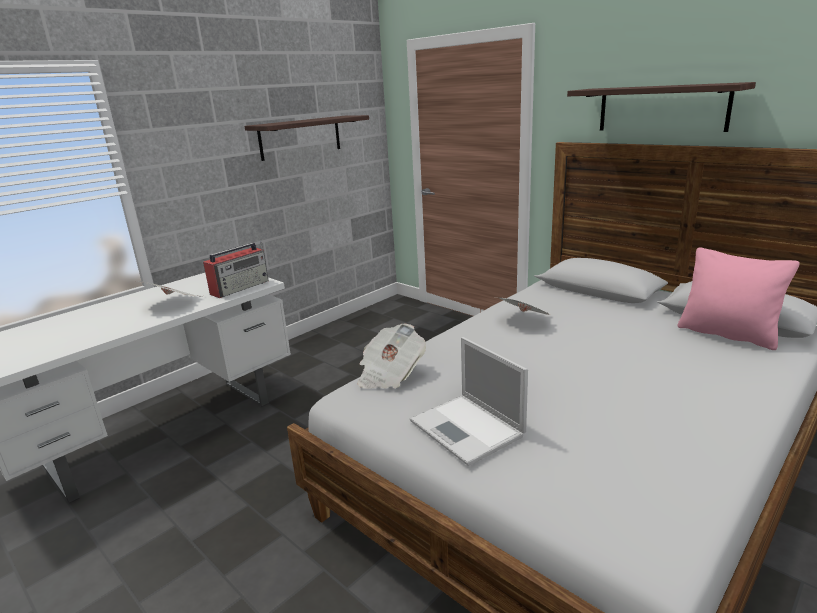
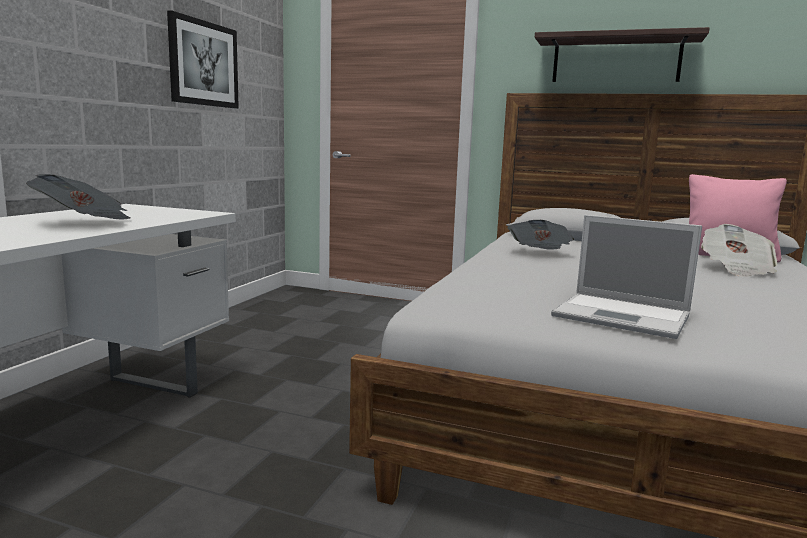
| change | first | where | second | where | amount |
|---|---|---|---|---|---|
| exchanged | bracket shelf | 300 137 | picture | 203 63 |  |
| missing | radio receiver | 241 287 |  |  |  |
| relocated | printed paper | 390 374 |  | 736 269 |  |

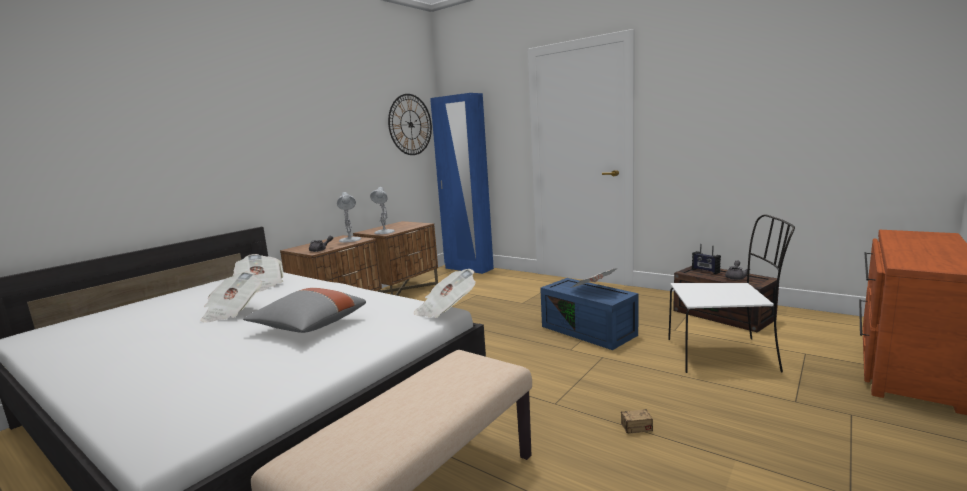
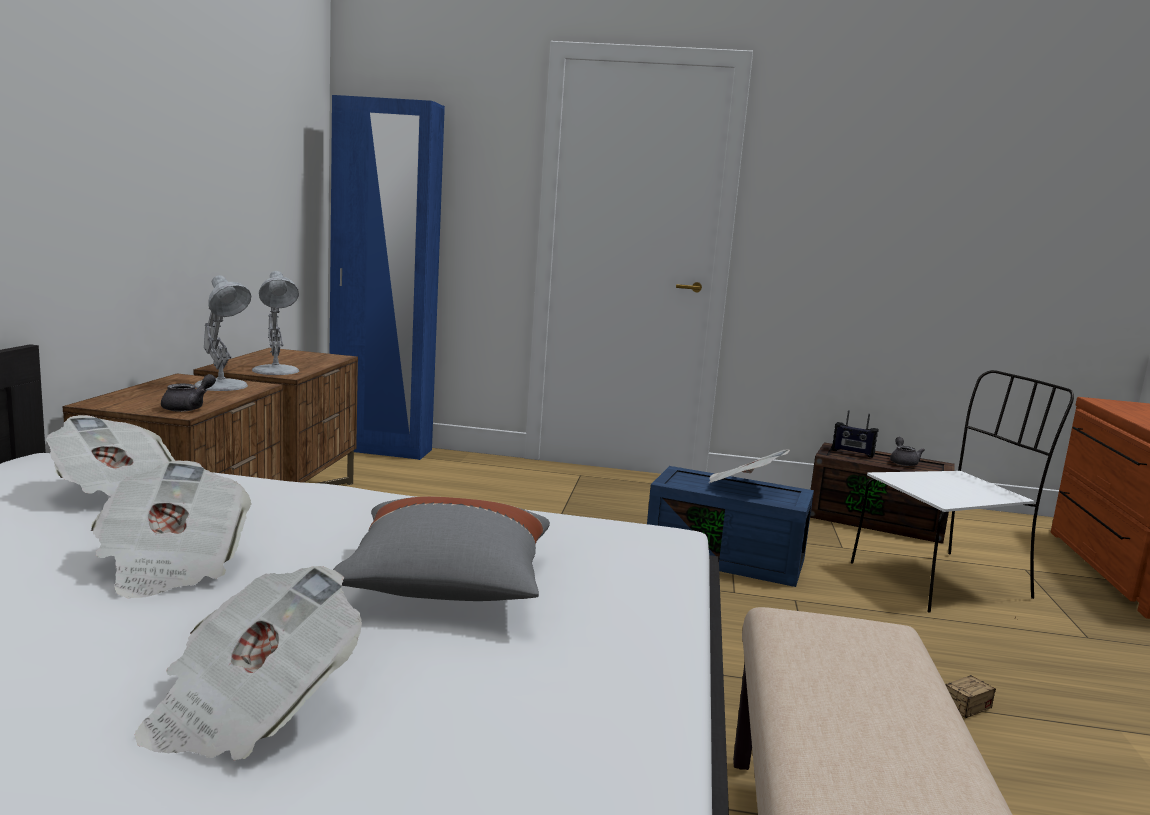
| change | first | where | second | where | amount |
|---|---|---|---|---|---|
| missing | wall clock | 410 124 |  |  |  |
| relocated | printed paper | 446 309 |  | 250 709 |  |

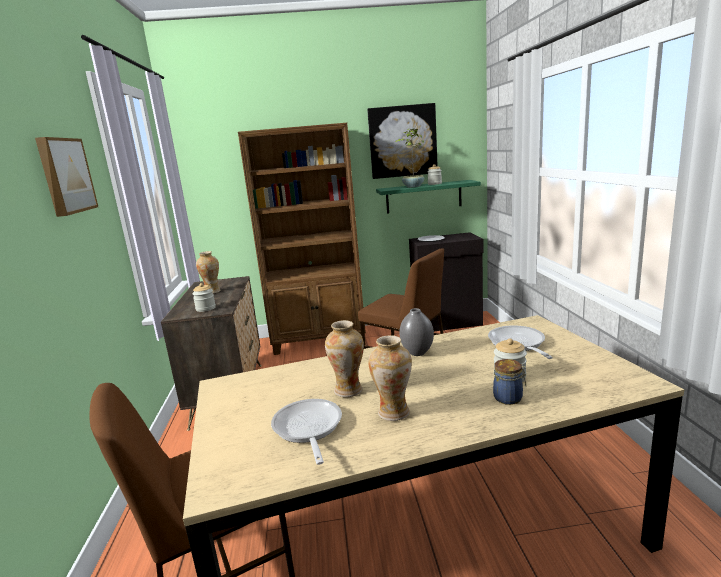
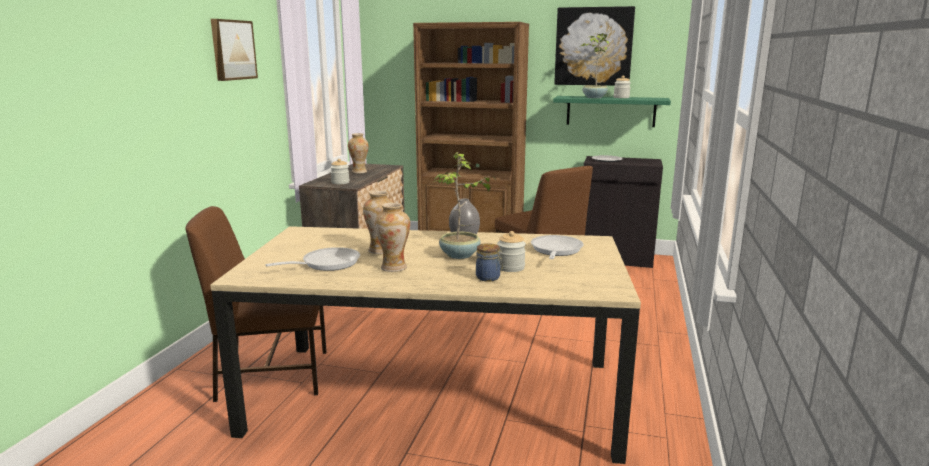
| change | first | where | second | where | amount |
|---|---|---|---|---|---|
| spun | pan | 308 429 |  | 326 264 | 45 degrees clockwise |
| appeared |  |  | potted plant | 460 255 |  |

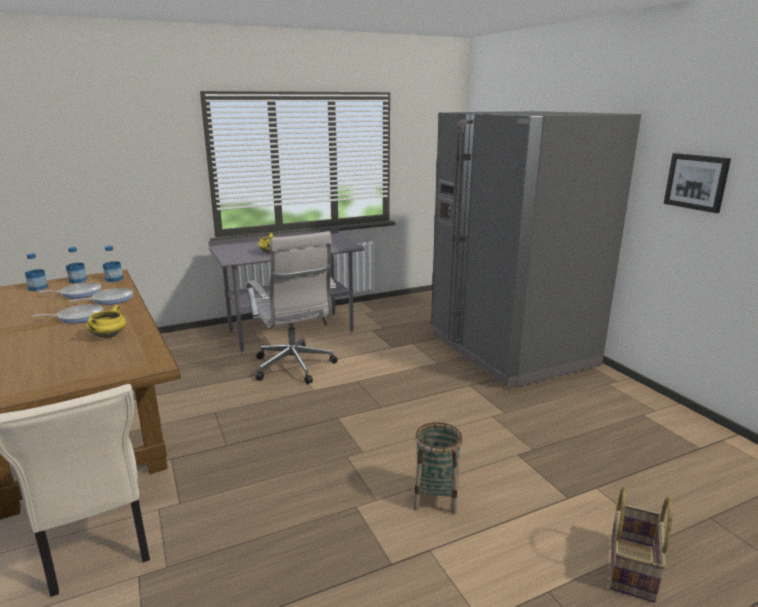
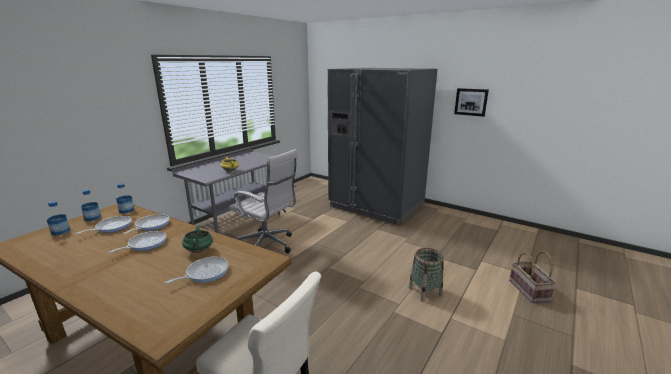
| change | first | where | second | where | amount |
|---|---|---|---|---|---|
| colour | yellowish stockpot | 108 336 | greenish stockpot | 199 250 |  |
| appeared |  |  | pan | 205 273 |  |

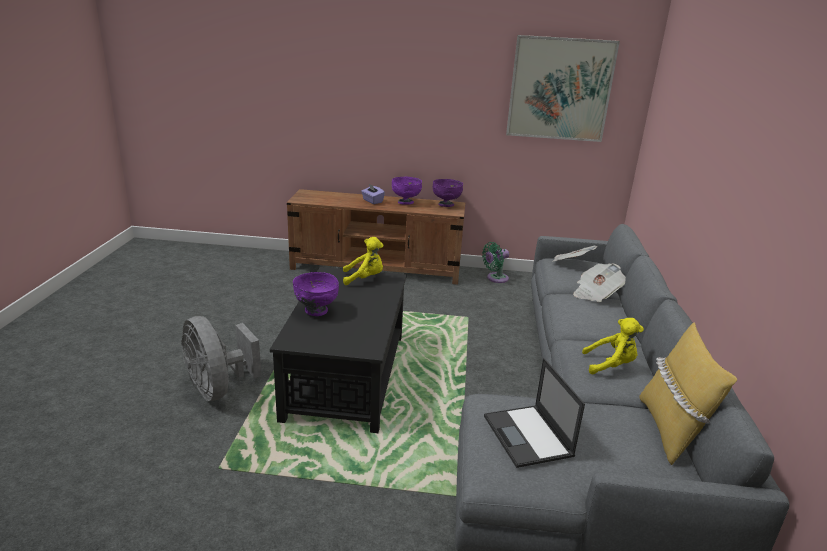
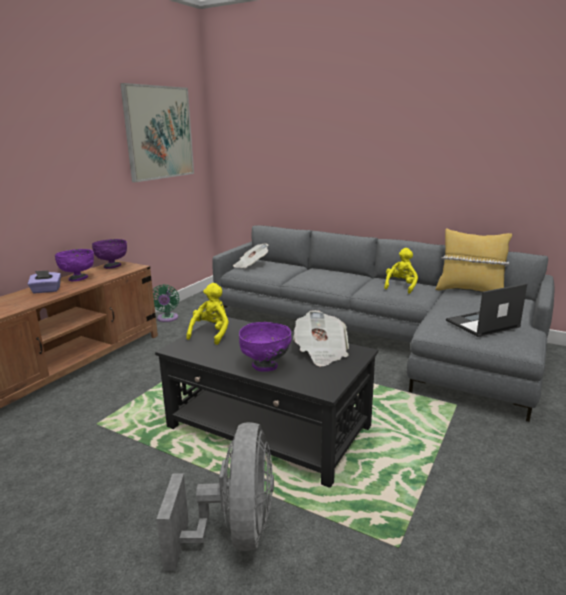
| change | first | where | second | where | amount |
|---|---|---|---|---|---|
| relocated | printed paper | 595 294 |  | 321 352 |  |
| spun | greyish electric fan | 218 388 |  | 235 533 | 75 degrees counterclockwise |
| spun | laptop | 528 436 |  | 482 324 | 150 degrees clockwise |

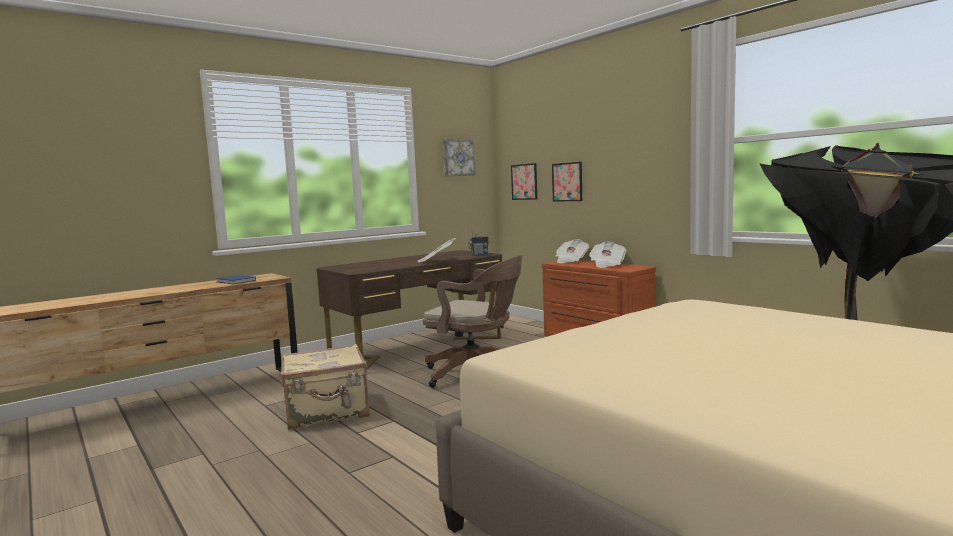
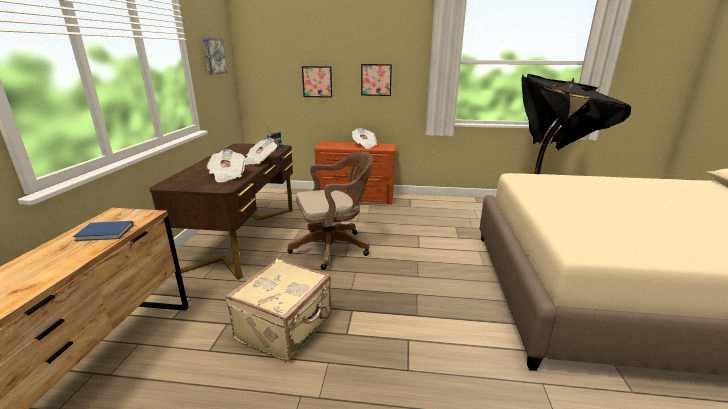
| change | first | where | second | where | amount |
|---|---|---|---|---|---|
| relocated | picture | 524 182 |  | 376 80 |  |
| relocated | printed paper | 571 261 |  | 227 176 |  |

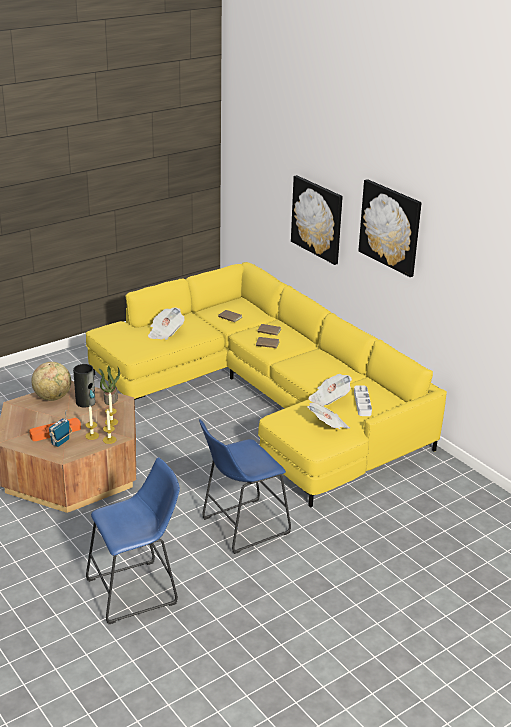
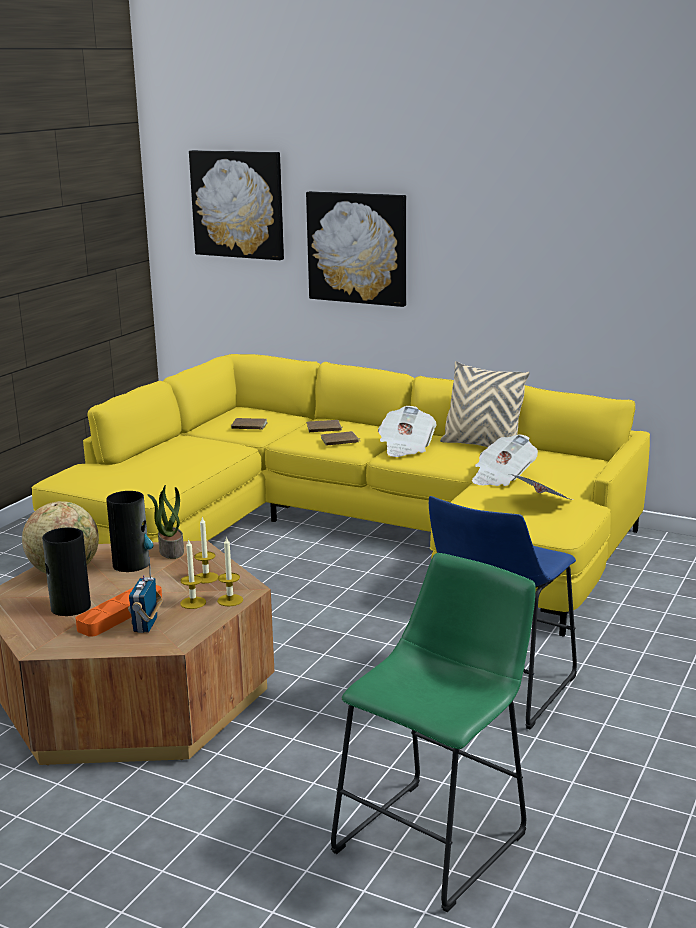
| change | first | where | second | where | amount |
|---|---|---|---|---|---|
| relocated | picture | 390 227 |  | 238 204 |  |
| relocated | printed paper | 165 333 |  | 405 447 |  |
| missing | greyish serving tray | 362 403 |  |  |  |
| colour | bluish stool | 137 590 | greenish stool | 437 837 |  |
| appeared |  |  | beige pillow | 482 445 |  |
| appeared |  |  | decorative vase | 70 607 |  |

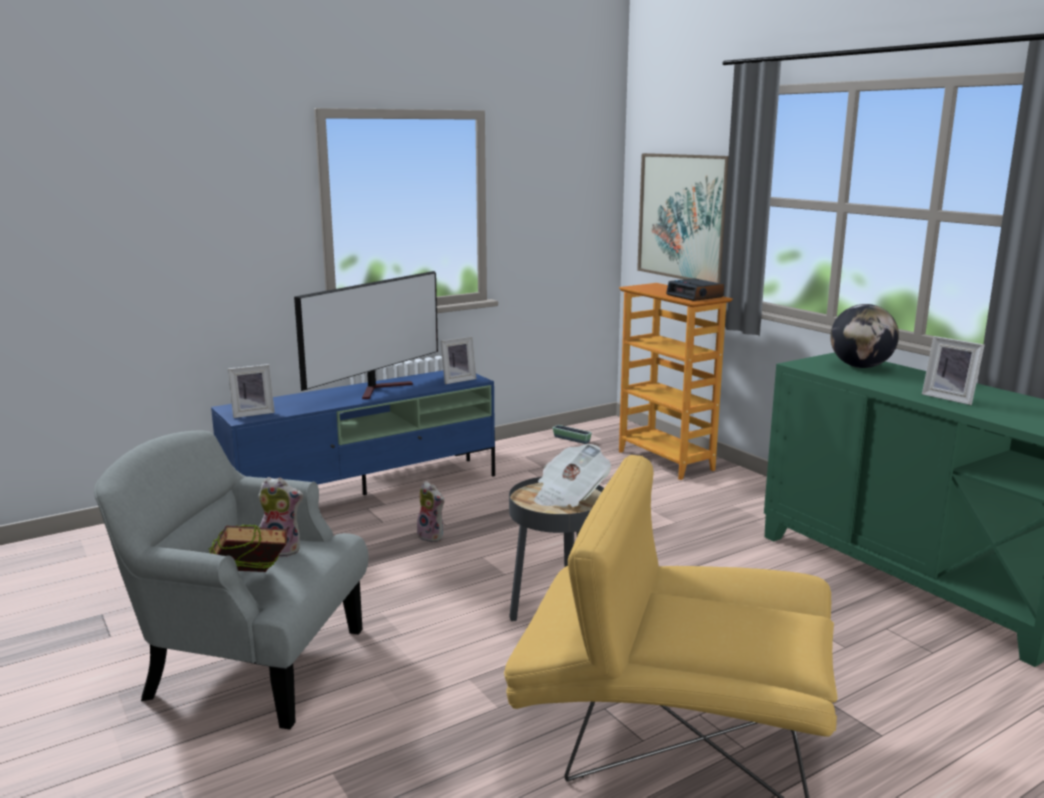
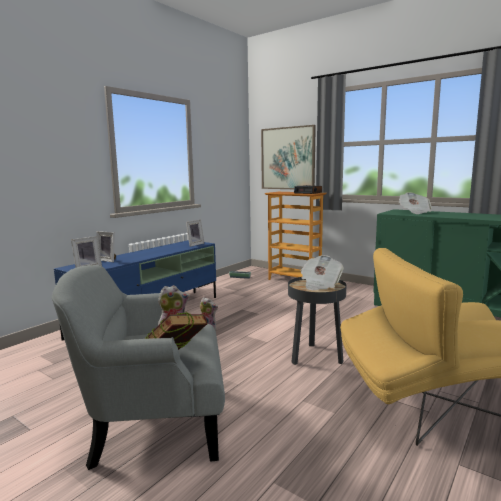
| change | first | where | second | where | amount |
|---|---|---|---|---|---|
| missing | television | 380 389 |  |  |  |
| exchanged | globe | 860 367 | printed paper | 414 212 |  |
| relocated | photo frame | 950 398 |  | 108 260 |  |

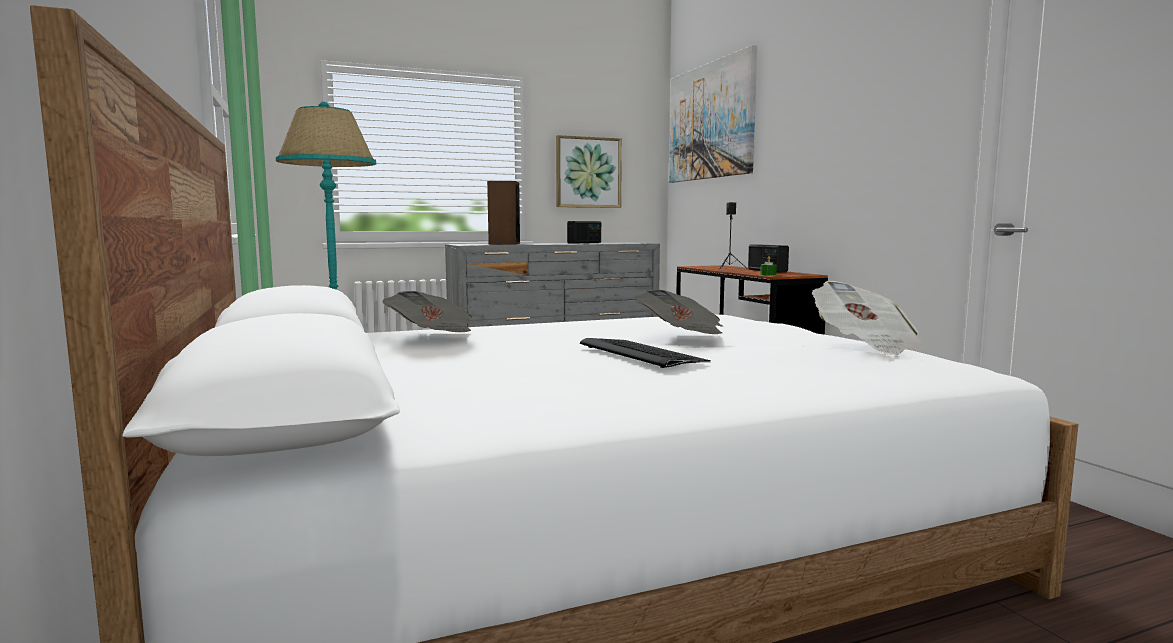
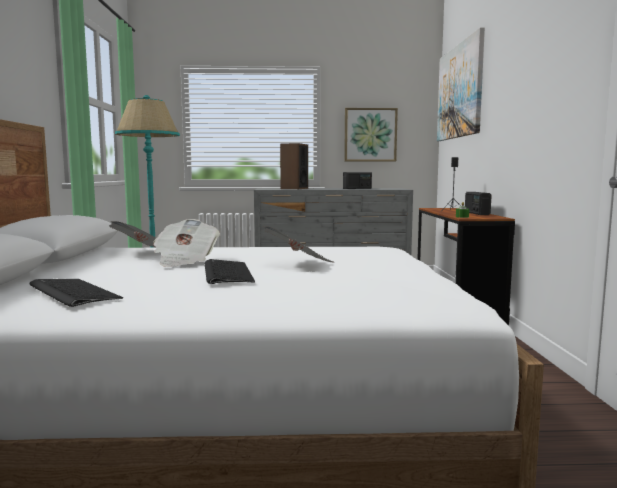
| change | first | where | second | where | amount |
|---|---|---|---|---|---|
| relocated | printed paper | 864 345 |  | 185 261 |  |
| appeared |  |  | keyboard | 73 293 |  |

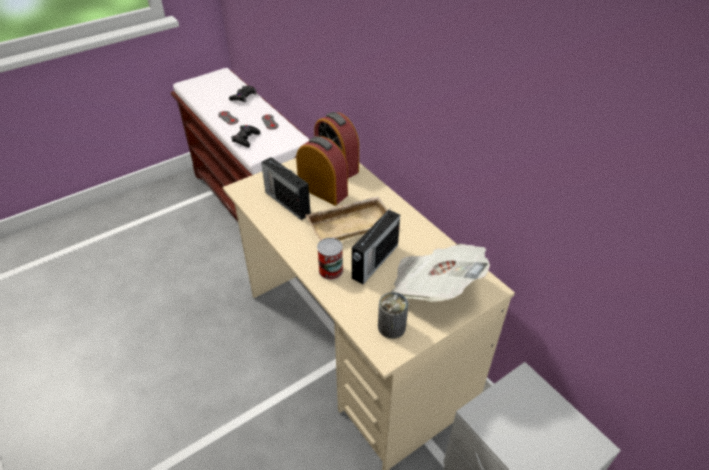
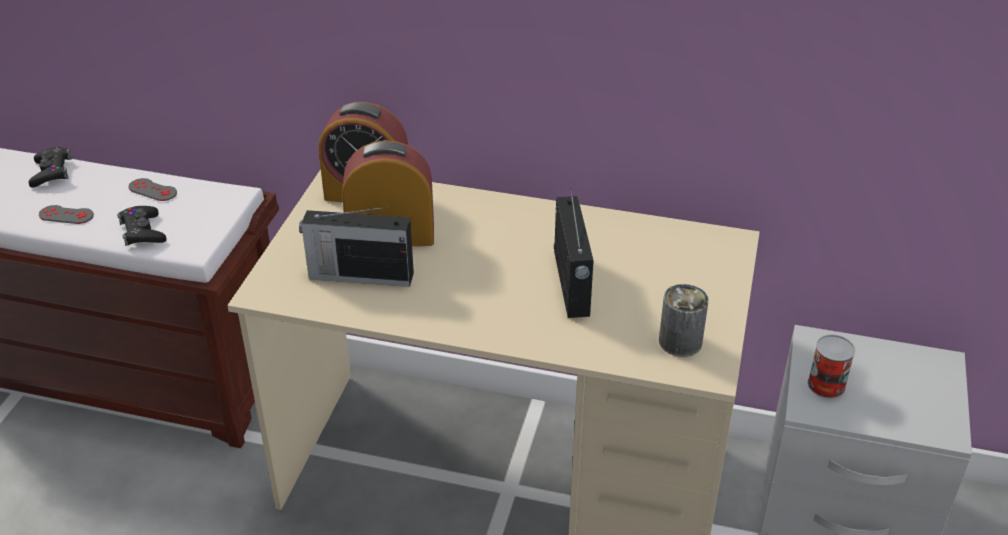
| change | first | where | second | where | amount |
|---|---|---|---|---|---|
| missing | beige serving tray | 350 223 |  |  |  |
| relocated | metal can | 330 270 |  | 826 385 |  |
| missing | printed paper | 434 287 |  |  |  |

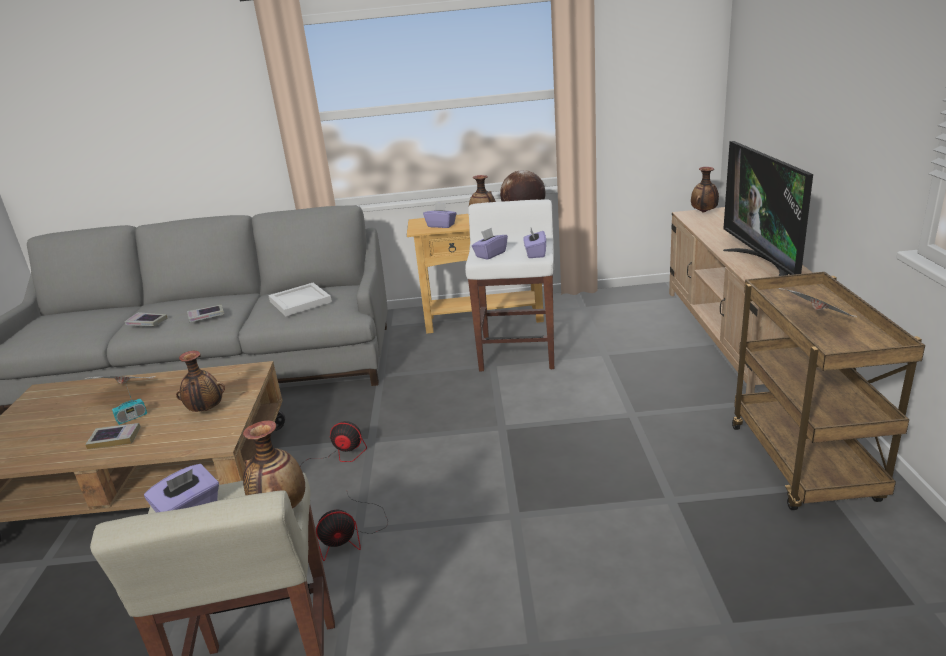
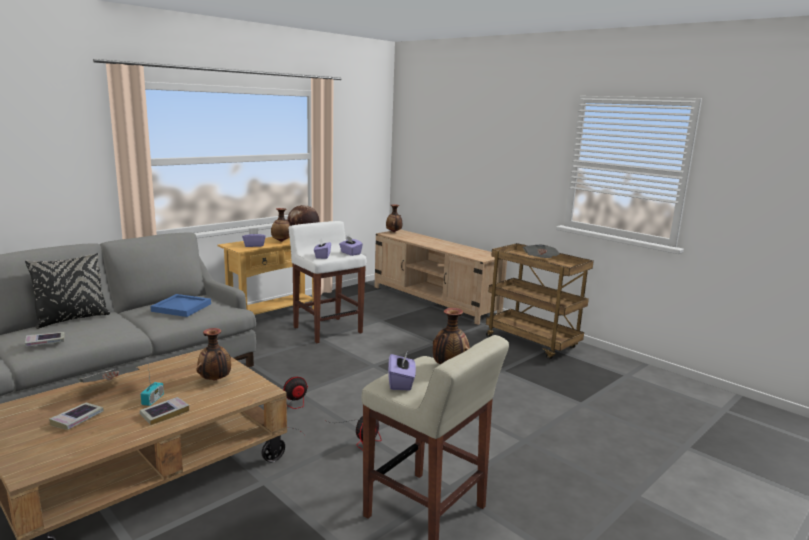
| change | first | where | second | where | amount |
|---|---|---|---|---|---|
| missing | television | 763 265 |  |  |  |
| colour | white-coloured serving tray | 301 301 | bluish serving tray | 182 307 |  |
| relocated | book | 206 316 |  | 77 419 |  |
| appeared |  |  | black-coloured pillow | 72 319 |  |

